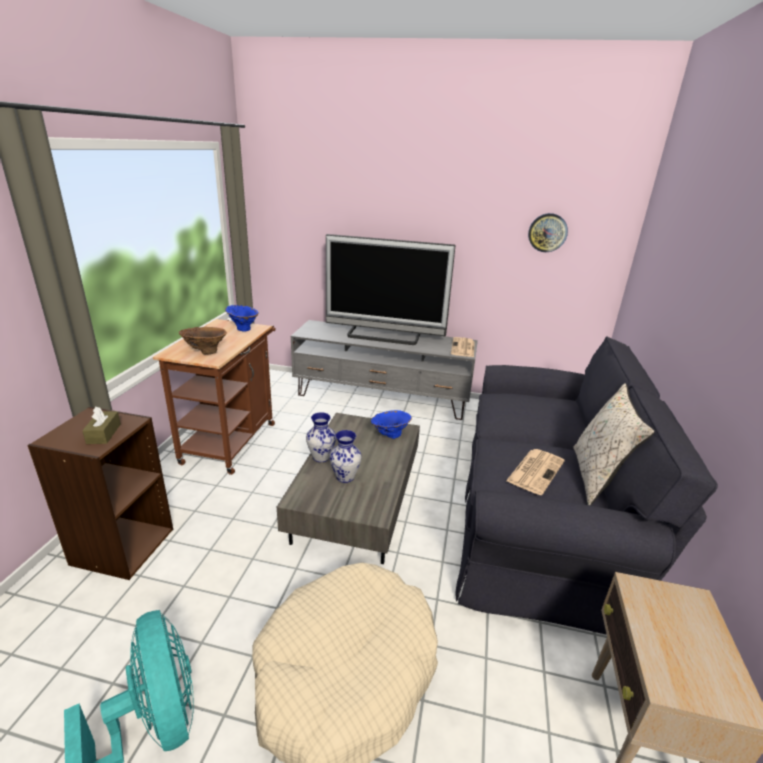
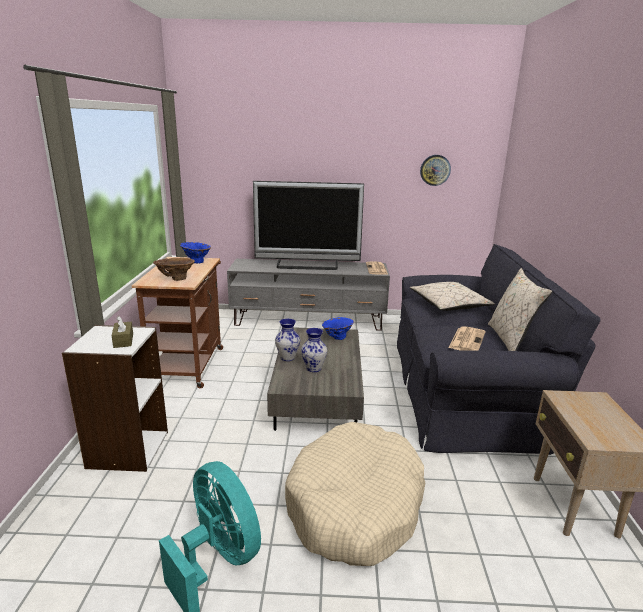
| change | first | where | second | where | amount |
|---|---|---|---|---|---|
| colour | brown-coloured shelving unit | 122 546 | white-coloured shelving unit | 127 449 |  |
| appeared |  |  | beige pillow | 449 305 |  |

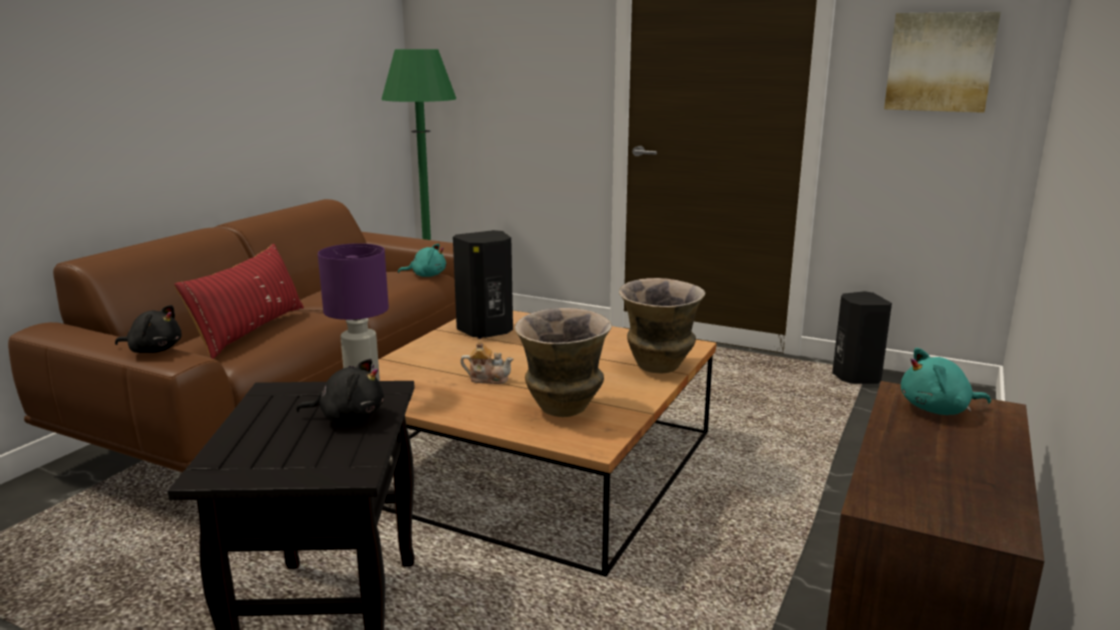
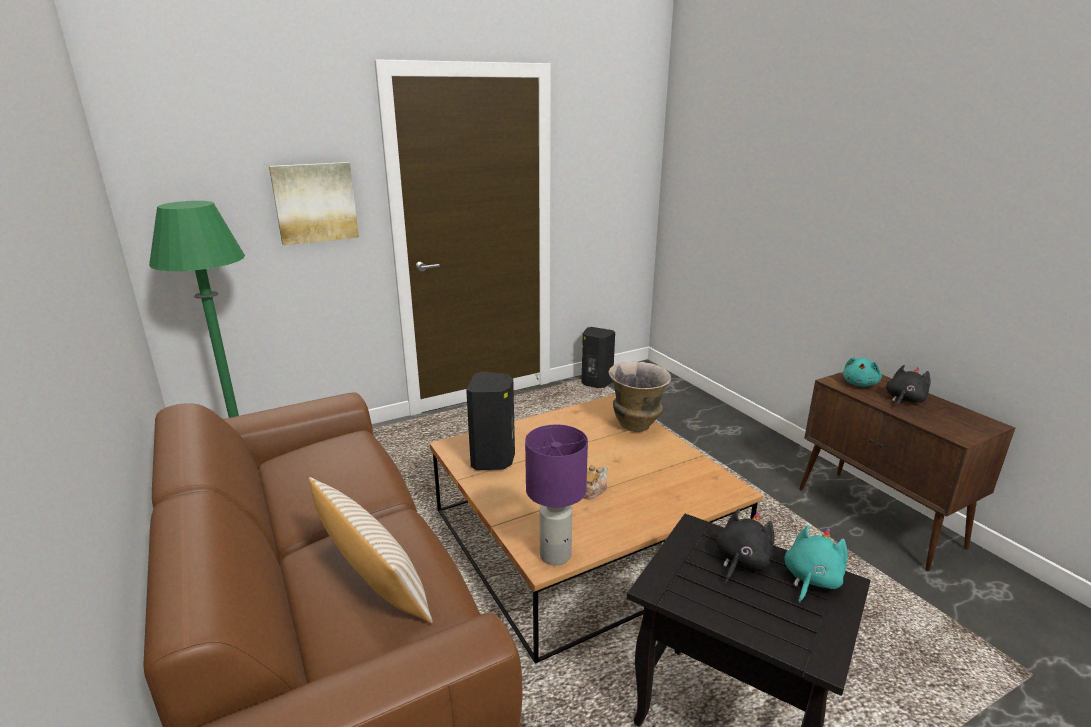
| change | first | where | second | where | amount |
|---|---|---|---|---|---|
| relocated | picture | 940 62 |  | 315 202 |  |
| colour | red pillow | 250 330 | beige pillow | 372 577 |  |
| relocated | turquoise-coloured soft toy | 426 275 |  | 810 579 |  |
| relocated | black-coloured soft toy | 154 350 |  | 904 400 |  |
| missing | decorative vase | 563 409 |  |  |  |

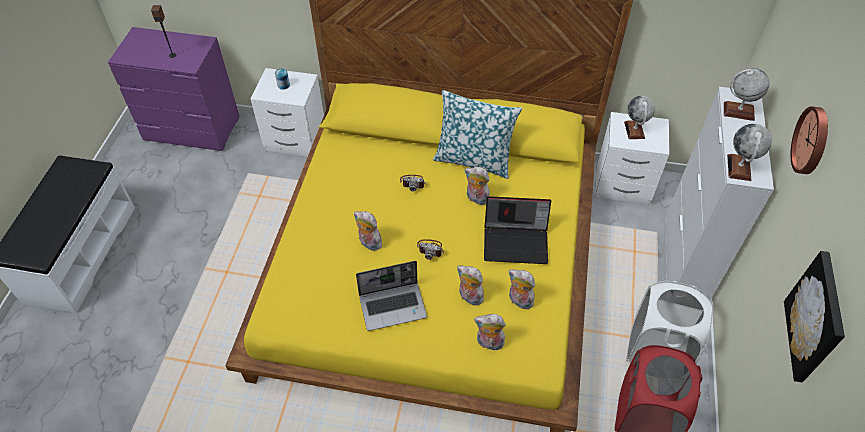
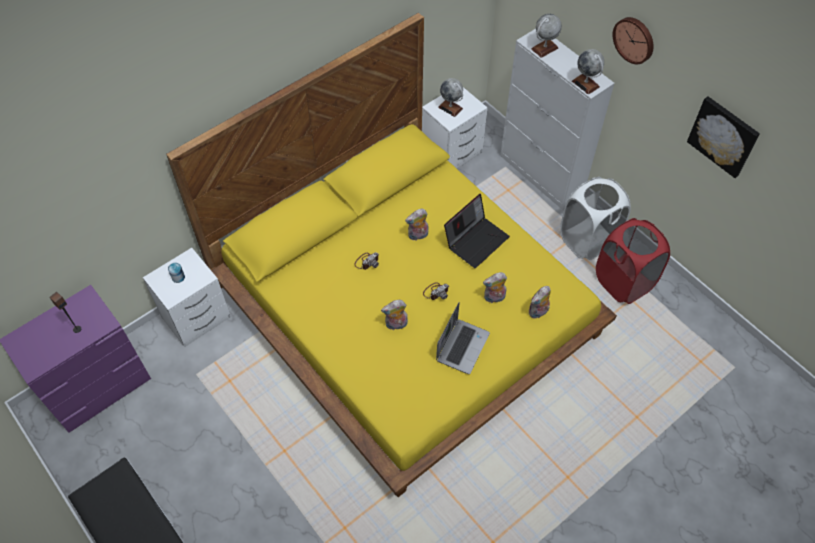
| change | first | where | second | where | amount |
|---|---|---|---|---|---|
| missing | pillow | 474 160 |  |  |  |
| missing | soft toy | 519 301 |  |  |  |

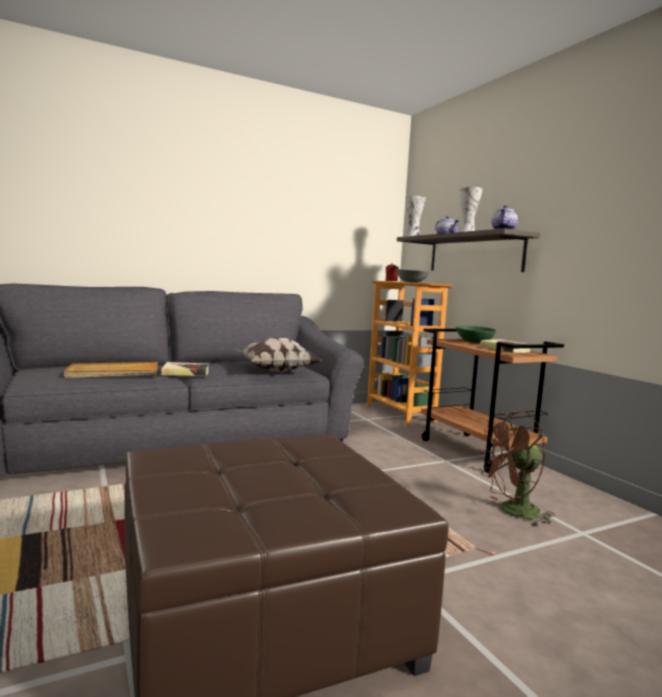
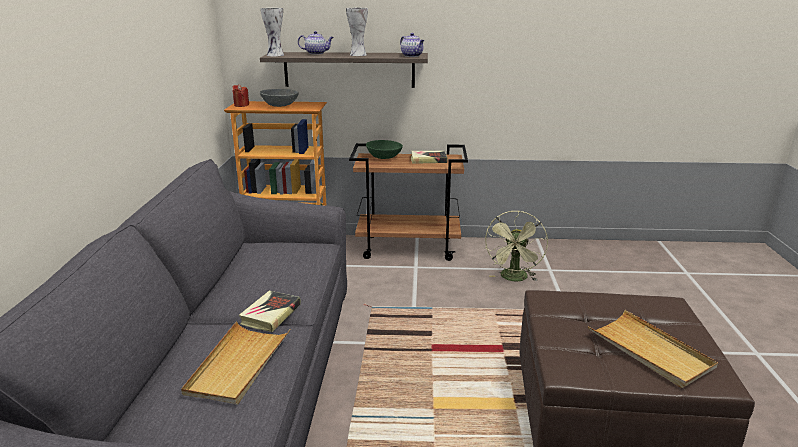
| change | first | where | second | where | amount |
|---|---|---|---|---|---|
| missing | pillow | 275 371 |  |  |  |
| colour | brown-coloured electric fan | 512 512 | greenish electric fan | 514 279 |  |
| appeared |  |  | beige serving tray | 650 351 |  |

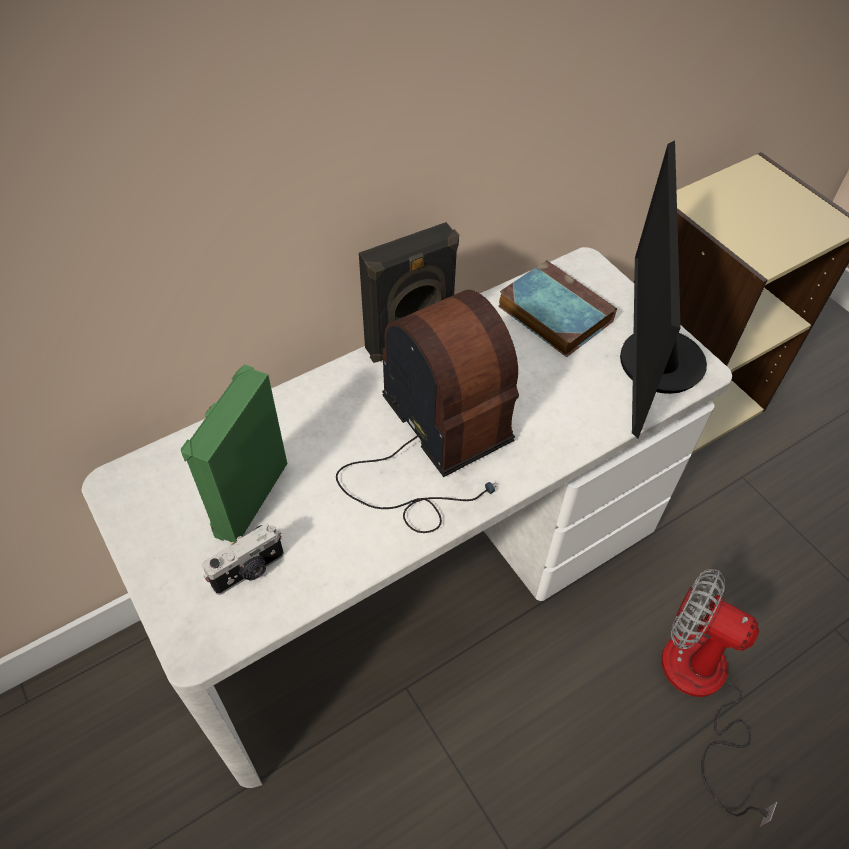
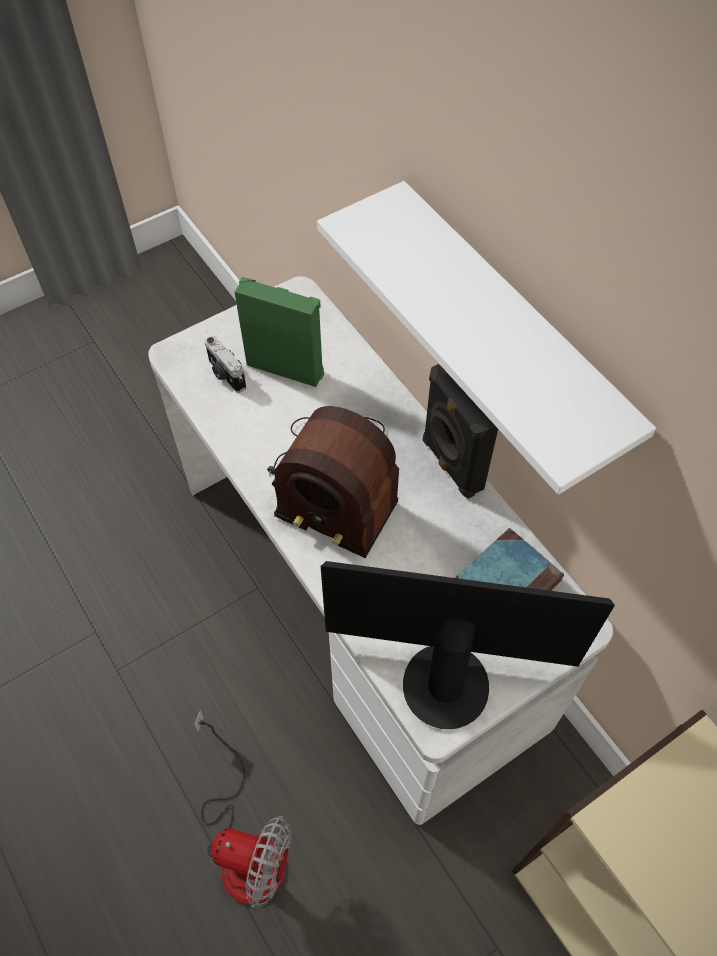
| change | first | where | second | where | amount |
|---|---|---|---|---|---|
| spun | radio receiver | 432 447 |  | 333 483 | 60 degrees clockwise |
| spun | electric fan | 700 690 |  | 245 845 | 75 degrees clockwise |
| appeared |  |  | white-coloured bracket shelf | 510 330 |  |

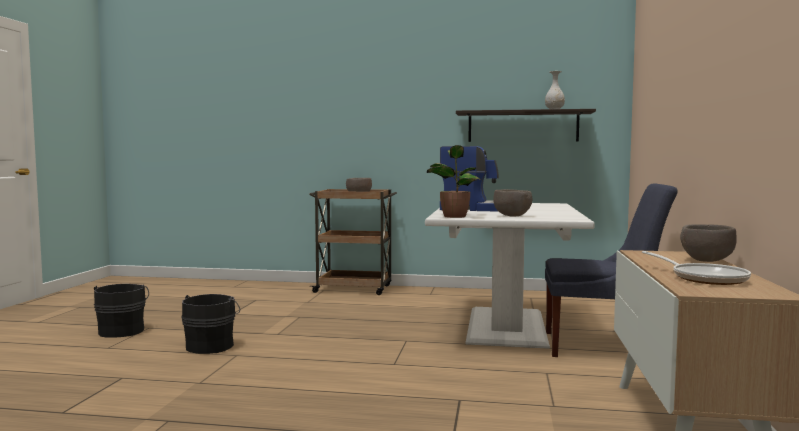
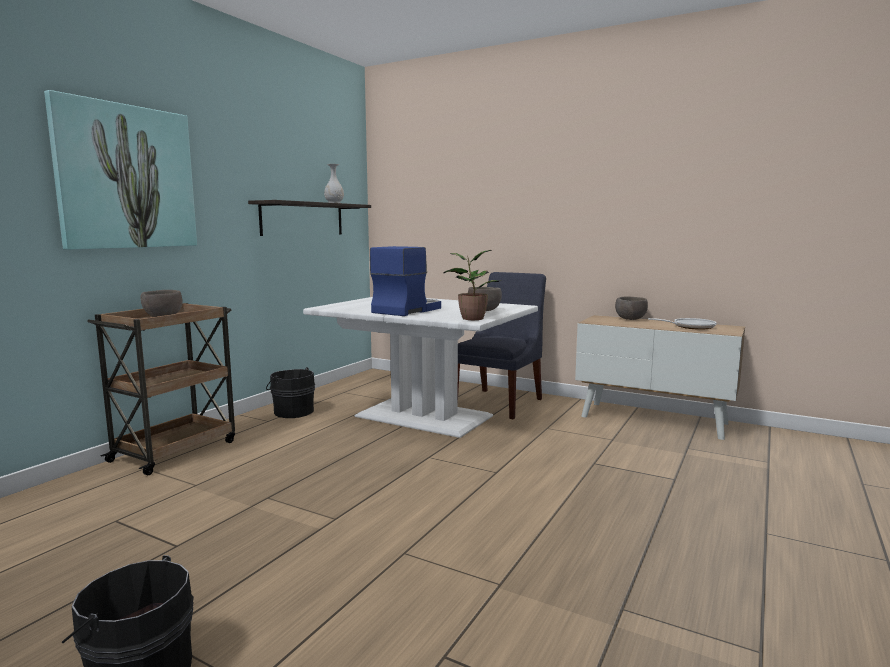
| change | first | where | second | where | amount |
|---|---|---|---|---|---|
| relocated | black-coloured water bucket | 211 346 |  | 292 412 |  |
| appeared |  |  | picture | 126 177 |  |

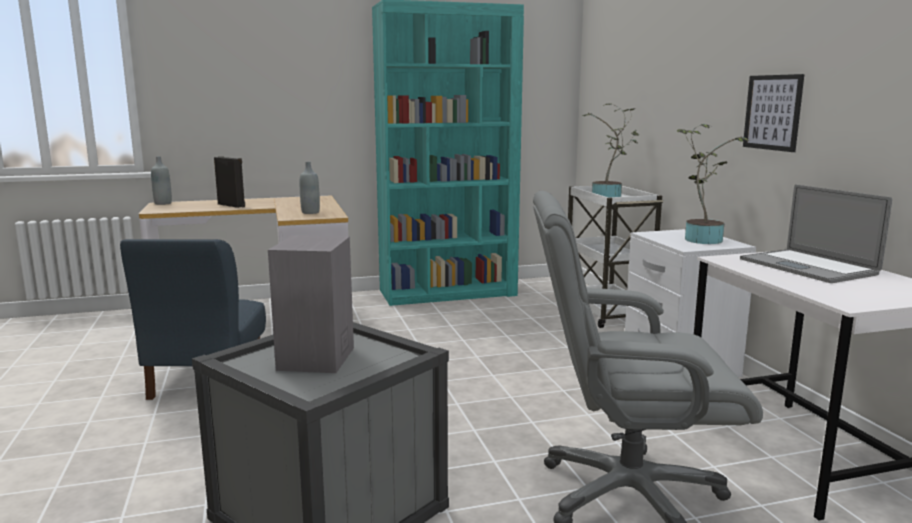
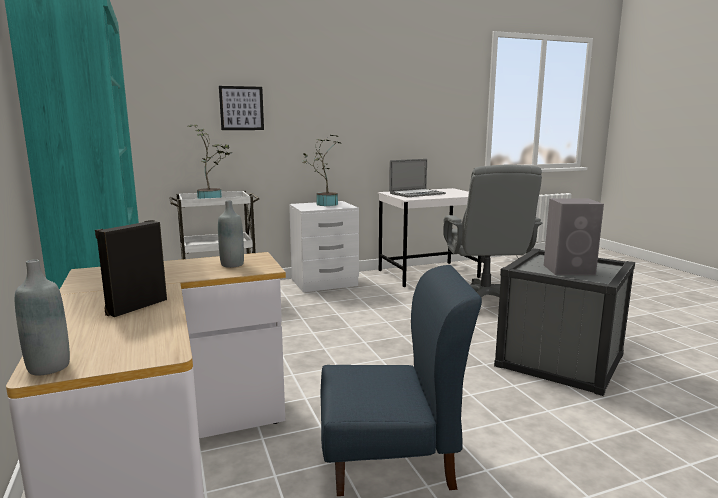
| change | first | where | second | where | amount |
|---|---|---|---|---|---|
| relocated | picture | 772 112 |  | 241 108 |  |

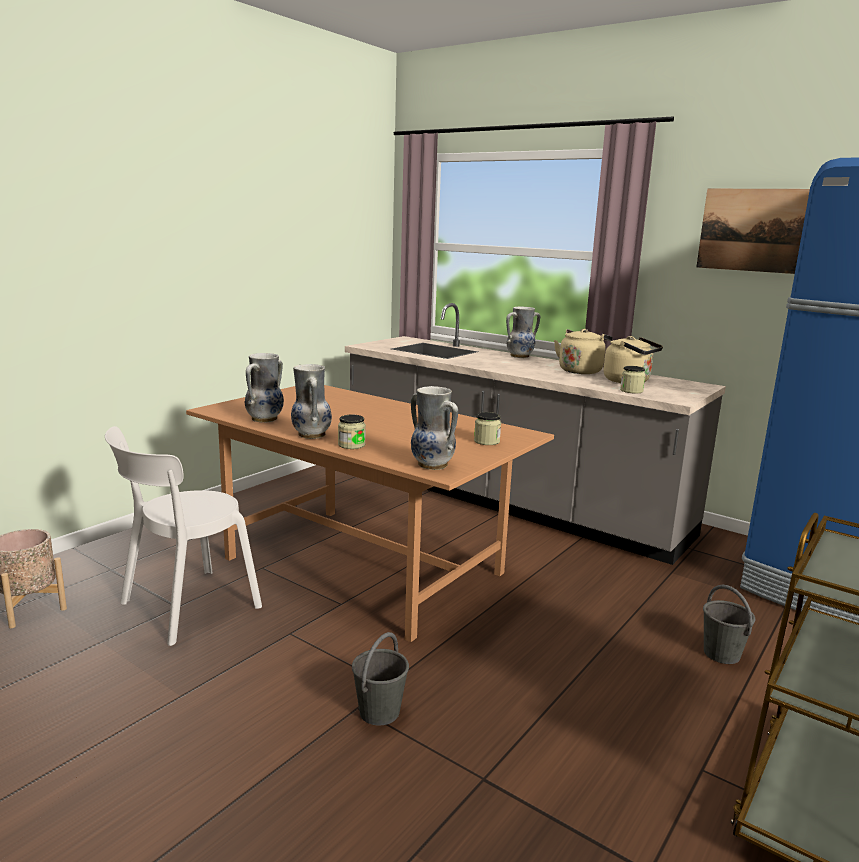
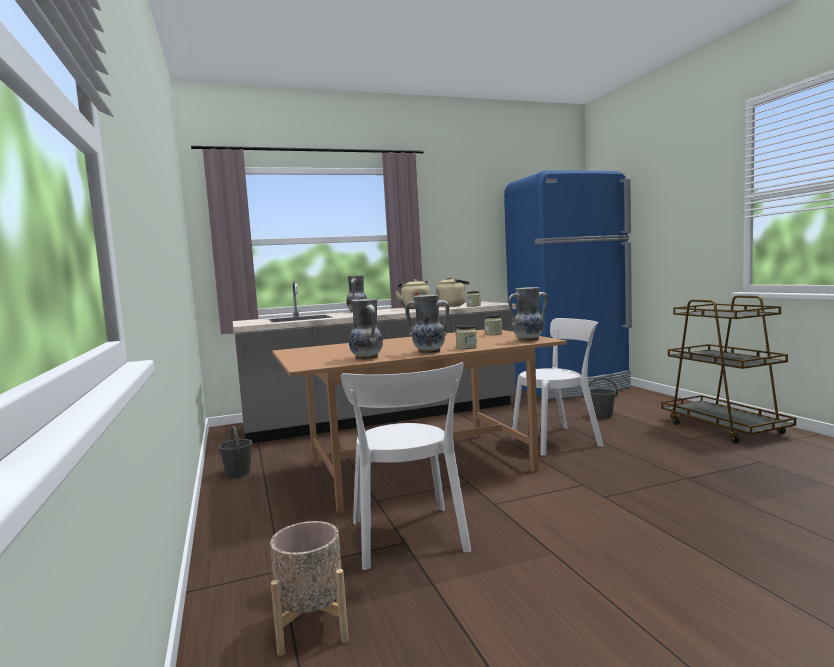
| change | first | where | second | where | amount |
|---|---|---|---|---|---|
| missing | picture | 752 230 |  |  |  |
| relocated | greyish water bucket | 379 712 |  | 238 474 |  |
| appeared |  |  | white-coloured plain chair | 559 439 |  |

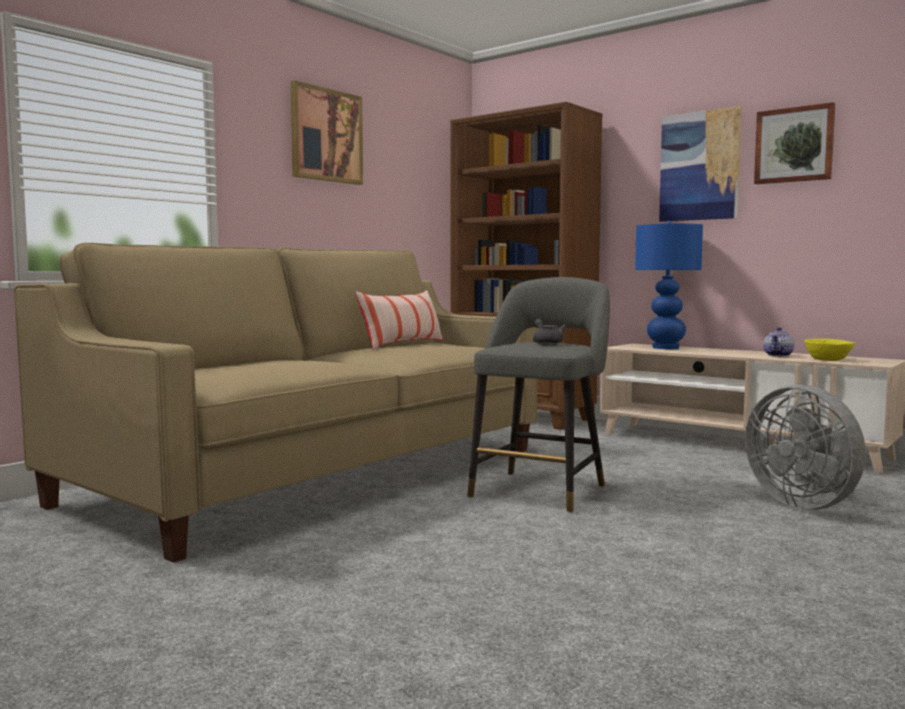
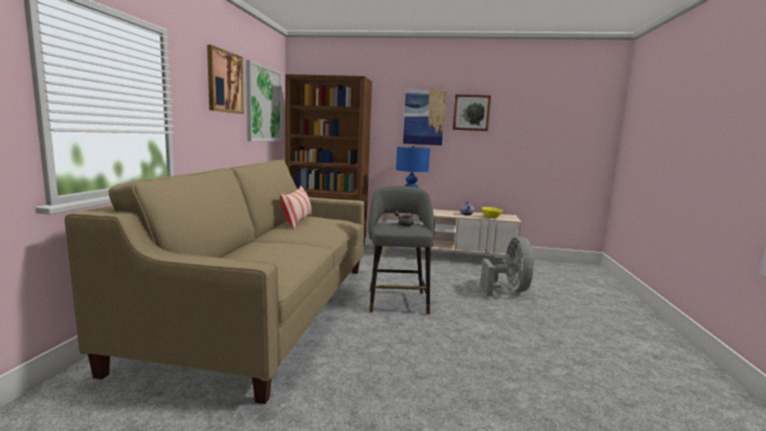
| change | first | where | second | where | amount |
|---|---|---|---|---|---|
| spun | greyish electric fan | 805 504 |  | 509 290 | 120 degrees counterclockwise |
| appeared |  |  | picture | 264 104 |  |

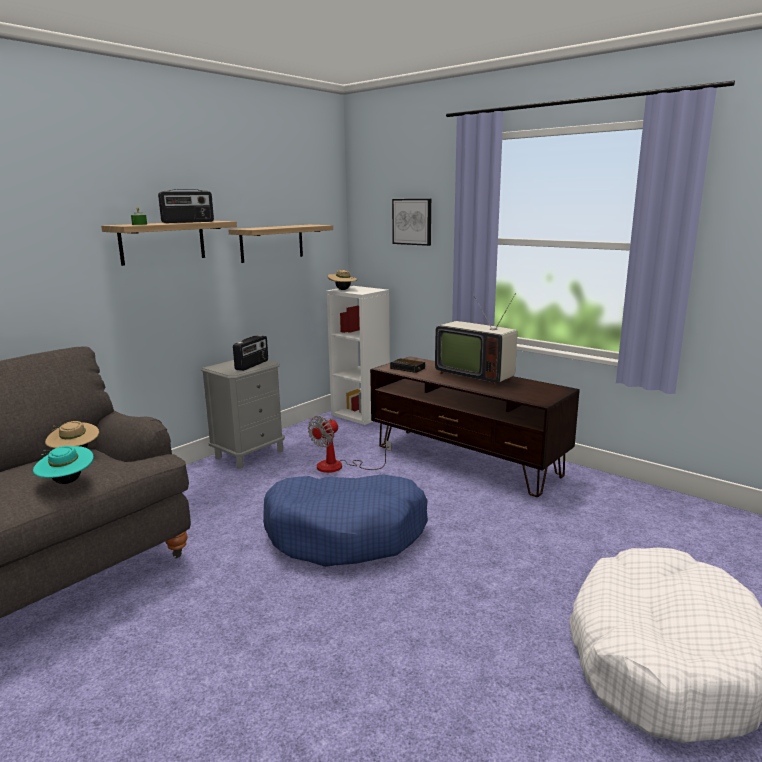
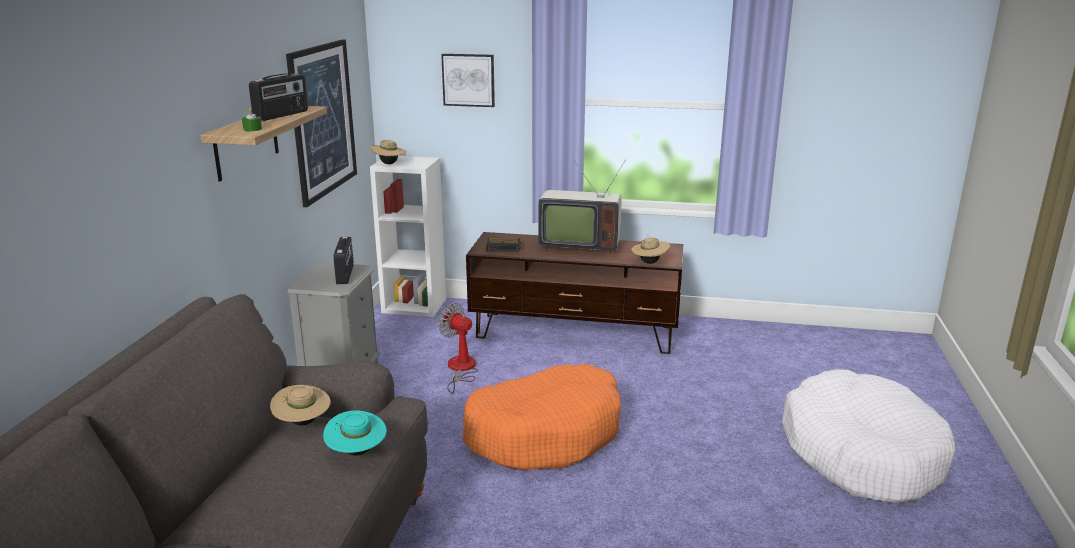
| change | first | where | second | where | amount |
|---|---|---|---|---|---|
| exchanged | bracket shelf | 272 243 | picture | 323 120 |  |
| spun | electric fan | 339 467 |  | 460 369 | 120 degrees clockwise |
| colour | bluish dog cushion | 346 533 | orange dog cushion | 545 433 |  |
| appeared |  |  | beige wearable hat | 649 262 |  |

